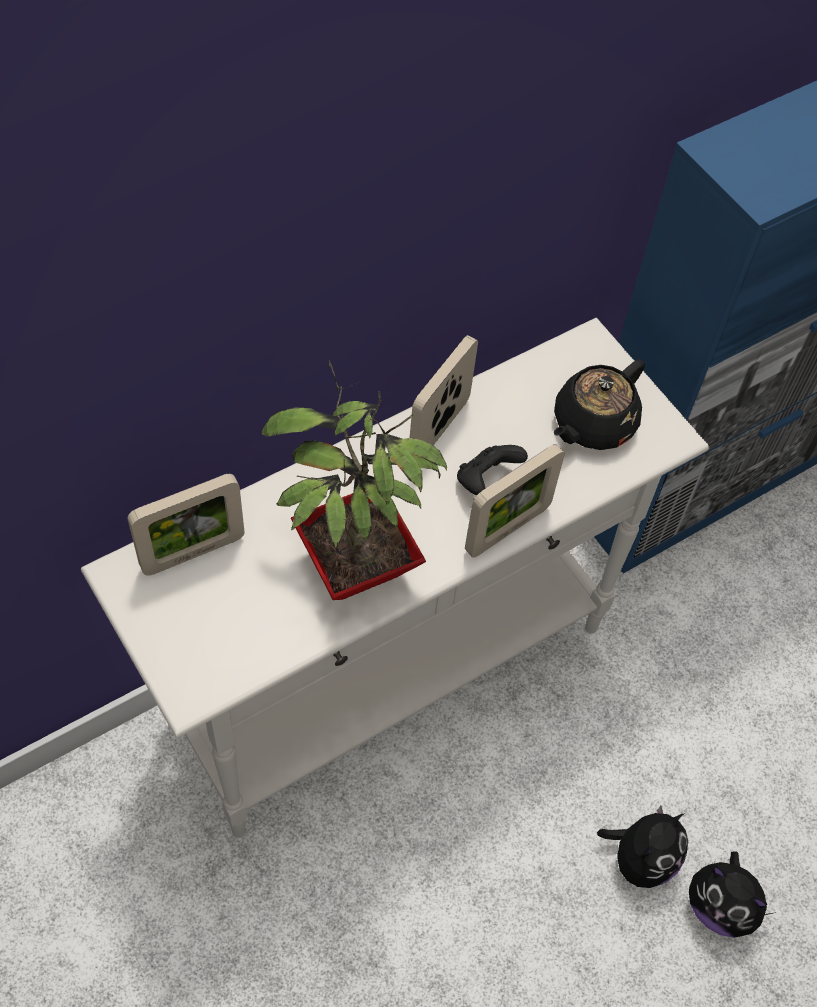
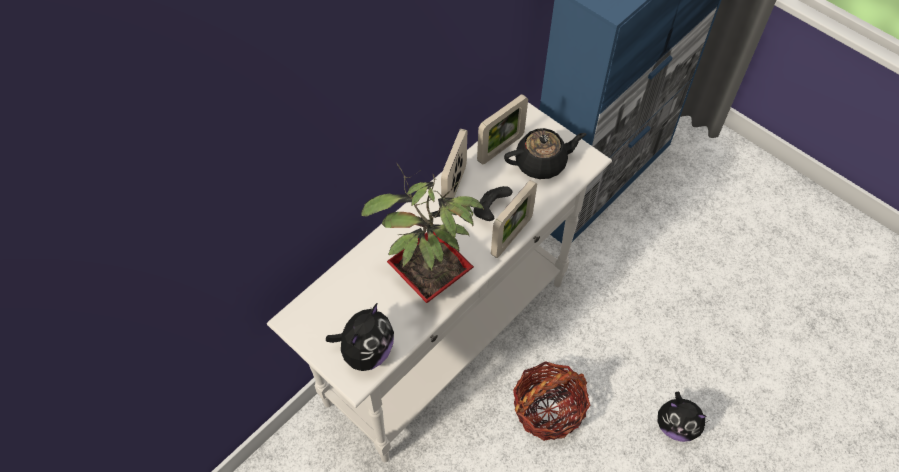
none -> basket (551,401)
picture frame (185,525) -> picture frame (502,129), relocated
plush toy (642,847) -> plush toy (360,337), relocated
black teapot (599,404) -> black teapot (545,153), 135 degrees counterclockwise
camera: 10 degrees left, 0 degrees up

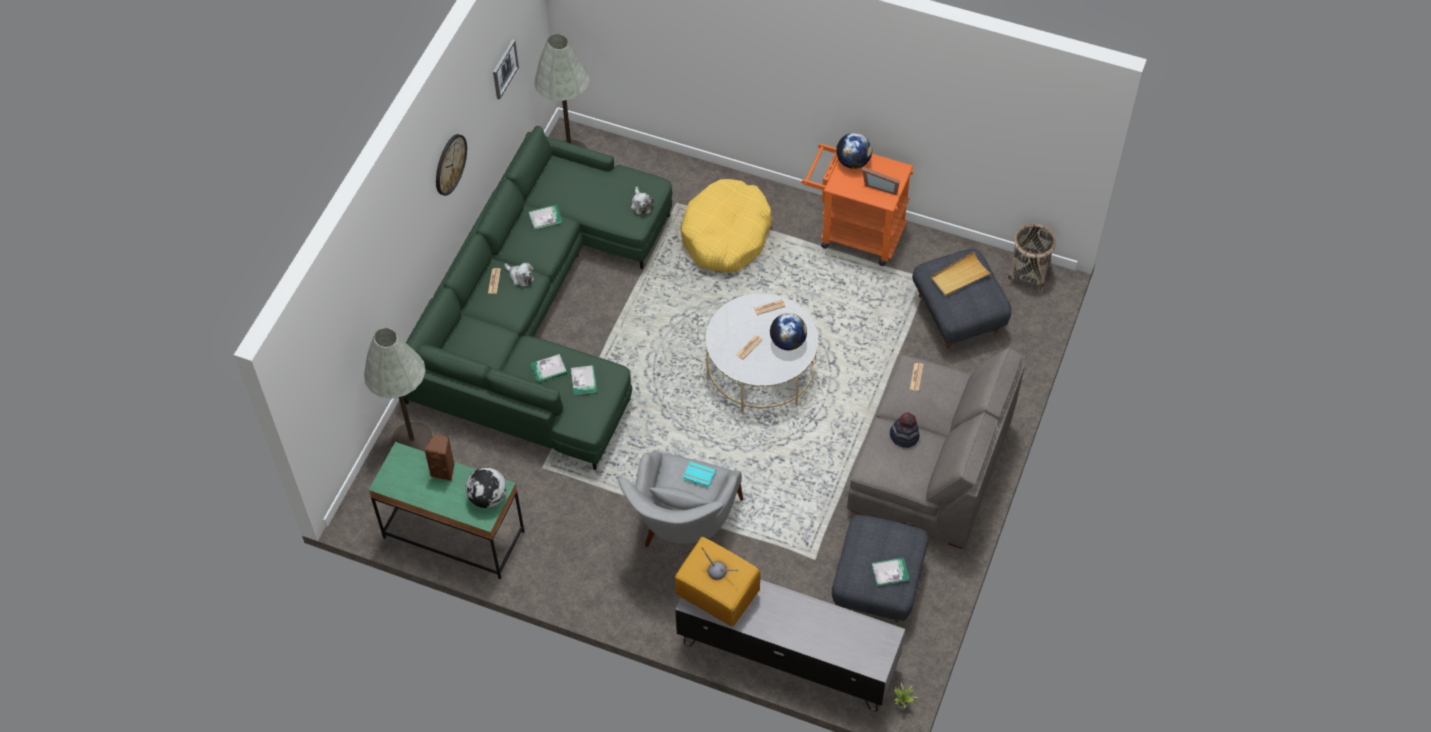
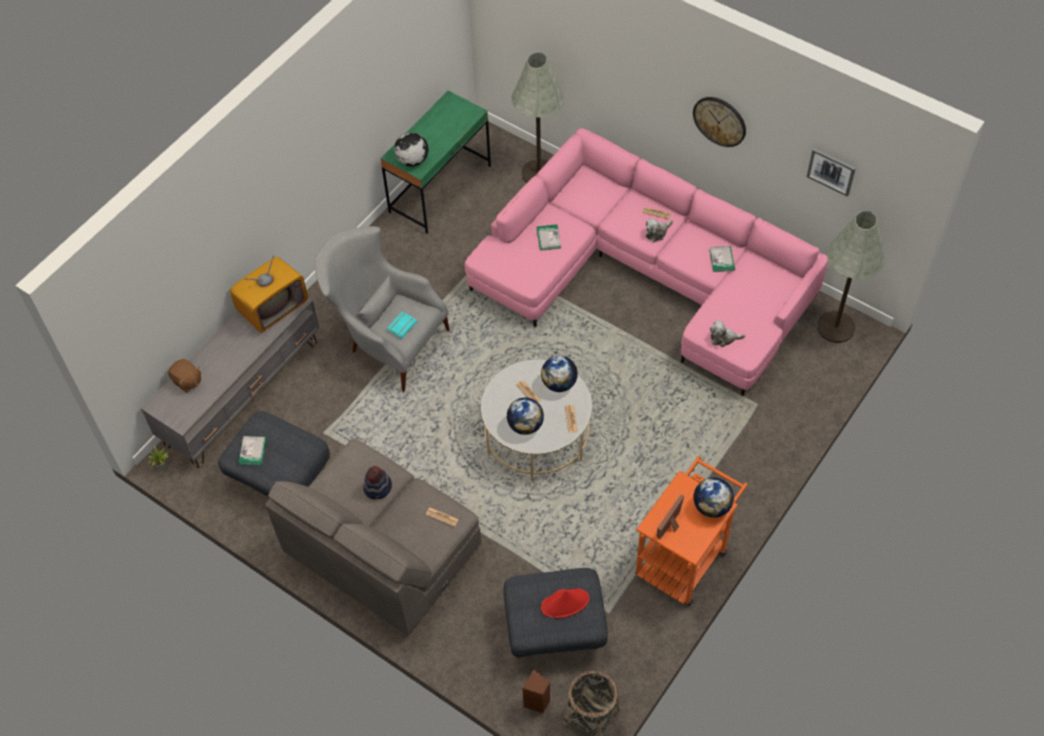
book (584,380) -> none
yellow dog bed (726,225) -> none
none -> brown plush toy (185,375)
none -> globe (559,374)
brown speaker (439,457) -> brown speaker (536,691), relocated
beige tray (961,274) -> red hat (565,603)
green sofa (537,298) -> pink sofa (646,262)
camera: 105 degrees right, 0 degrees up

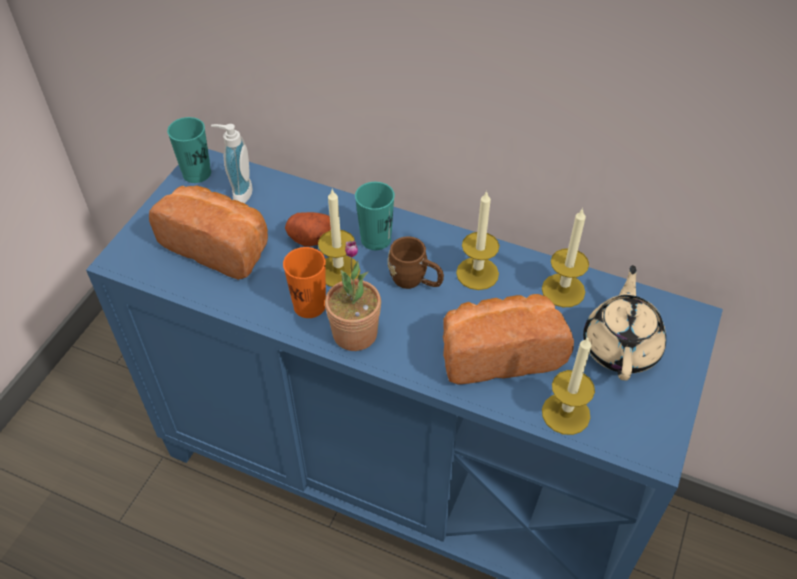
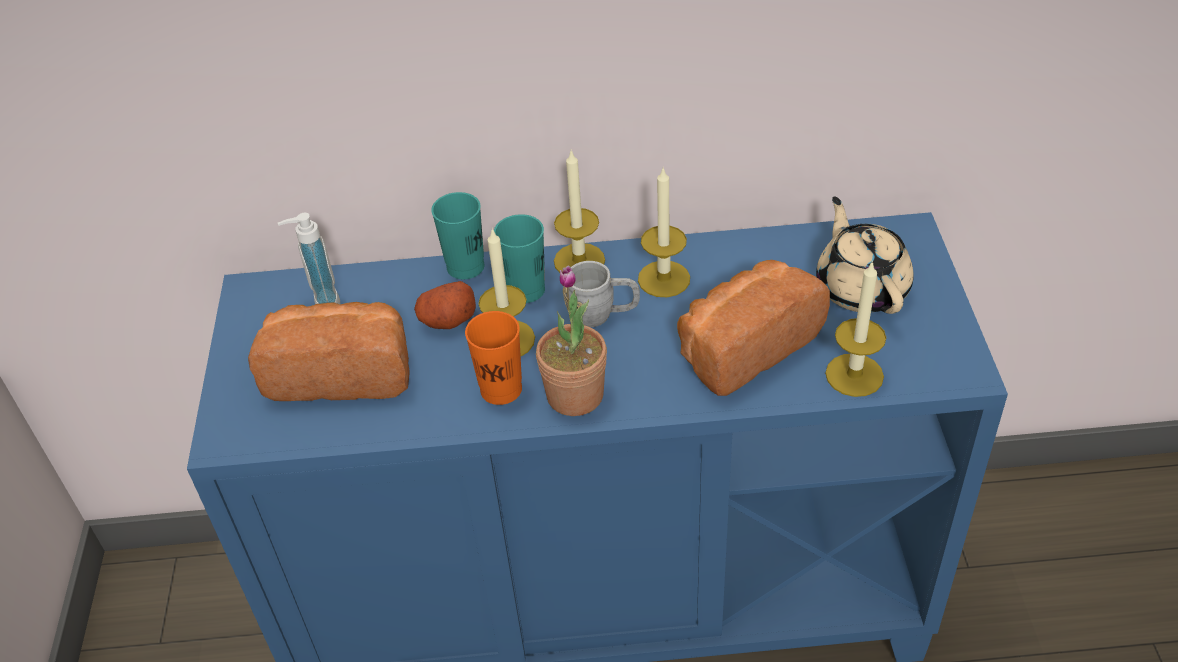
turquoise cup (189,150) -> turquoise cup (458,235), relocated
candle (565,257) -> candle (579,211), relocated
brown mug (416,262) -> grey mug (601,294)
camera: 25 degrees left, 5 degrees down

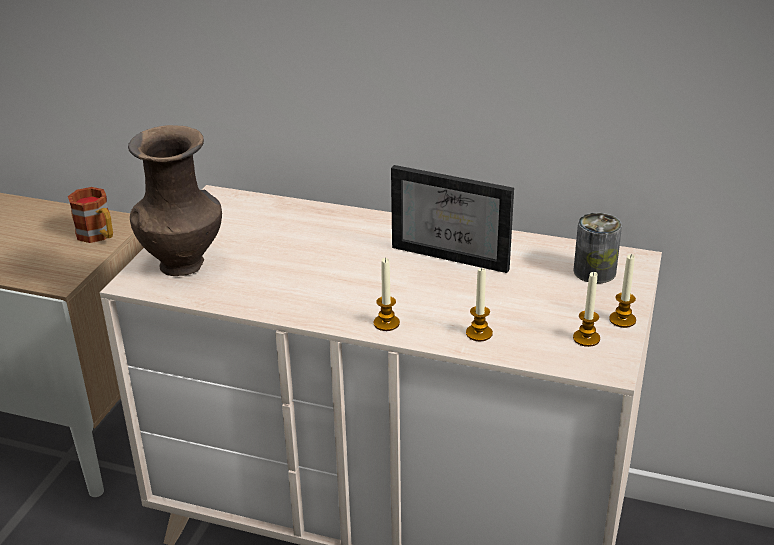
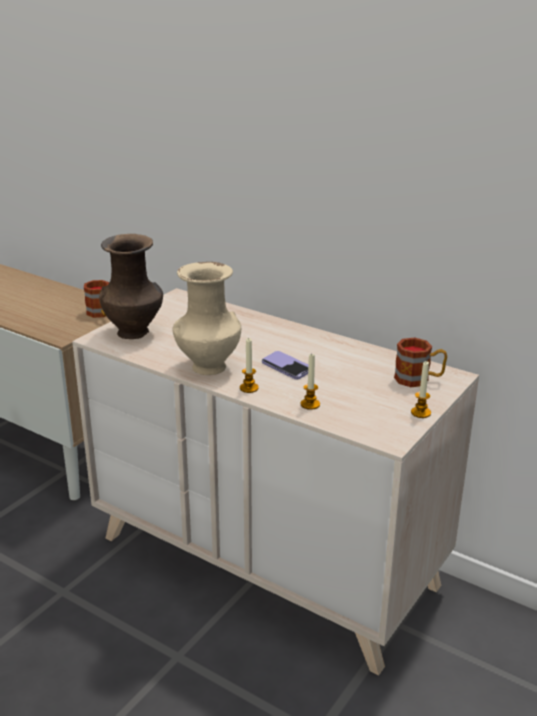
picture frame (452,219) -> none
candle (586,309) -> none
none -> beige vase (207,318)
none -> phone (285,365)
can (597,248) -> mug (420,362)
camera: 15 degrees right, 5 degrees down

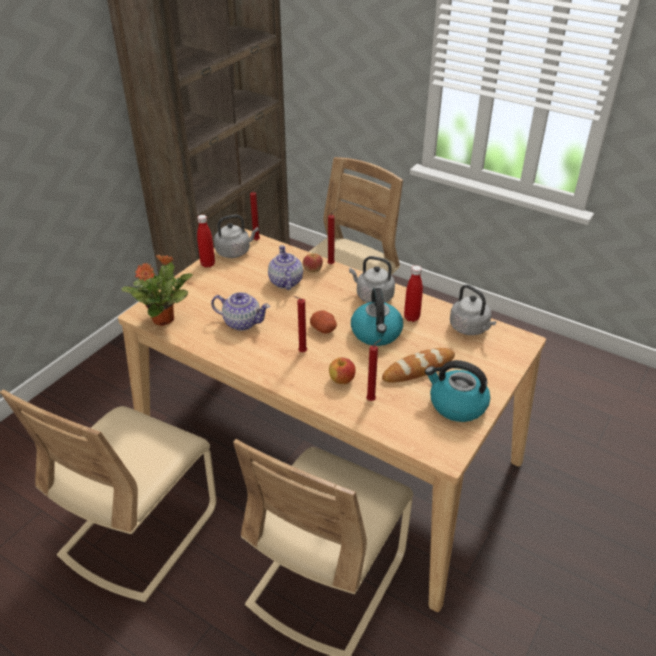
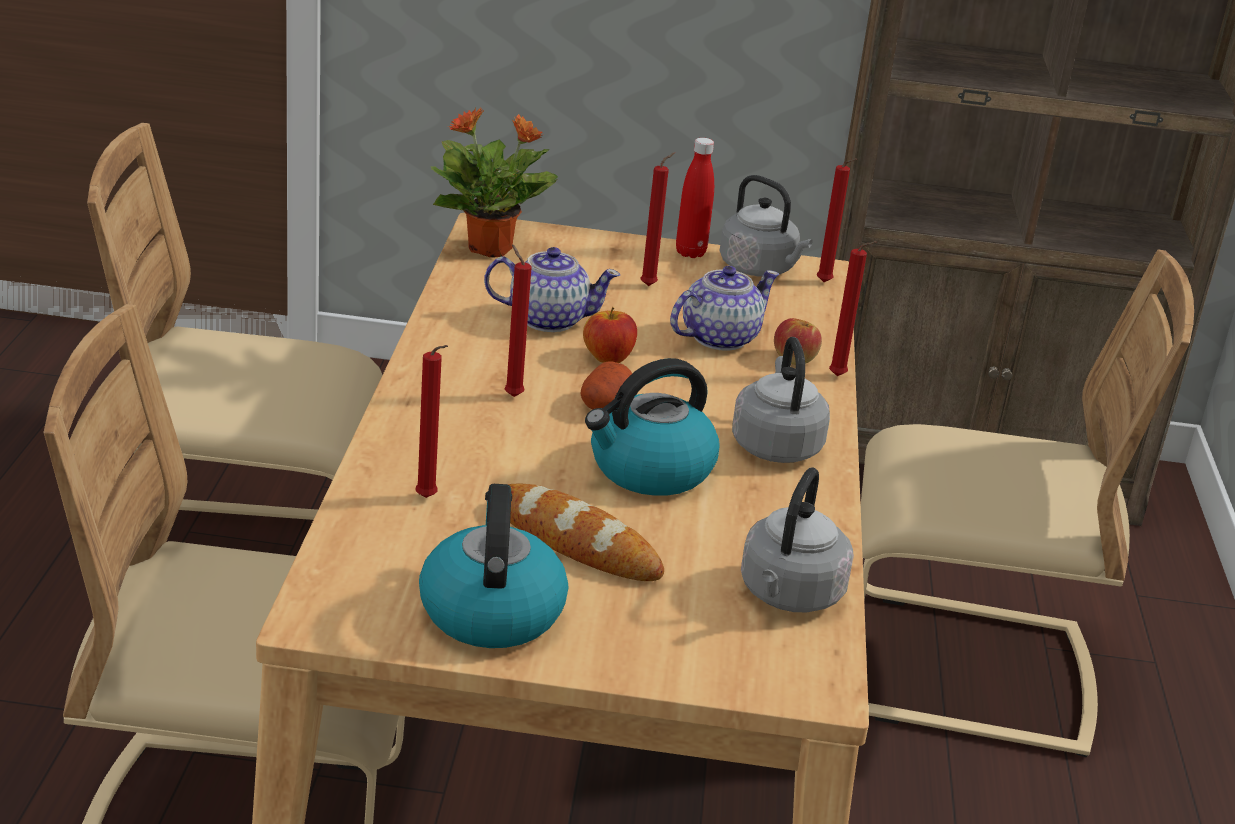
red bottle (413,293) -> none
none -> red candle (657,219)
apple (342,370) -> apple (610,335), relocated
teapot (240,311) -> teapot (552,289), 75 degrees counterclockwise
camera: 60 degrees right, 10 degrees down

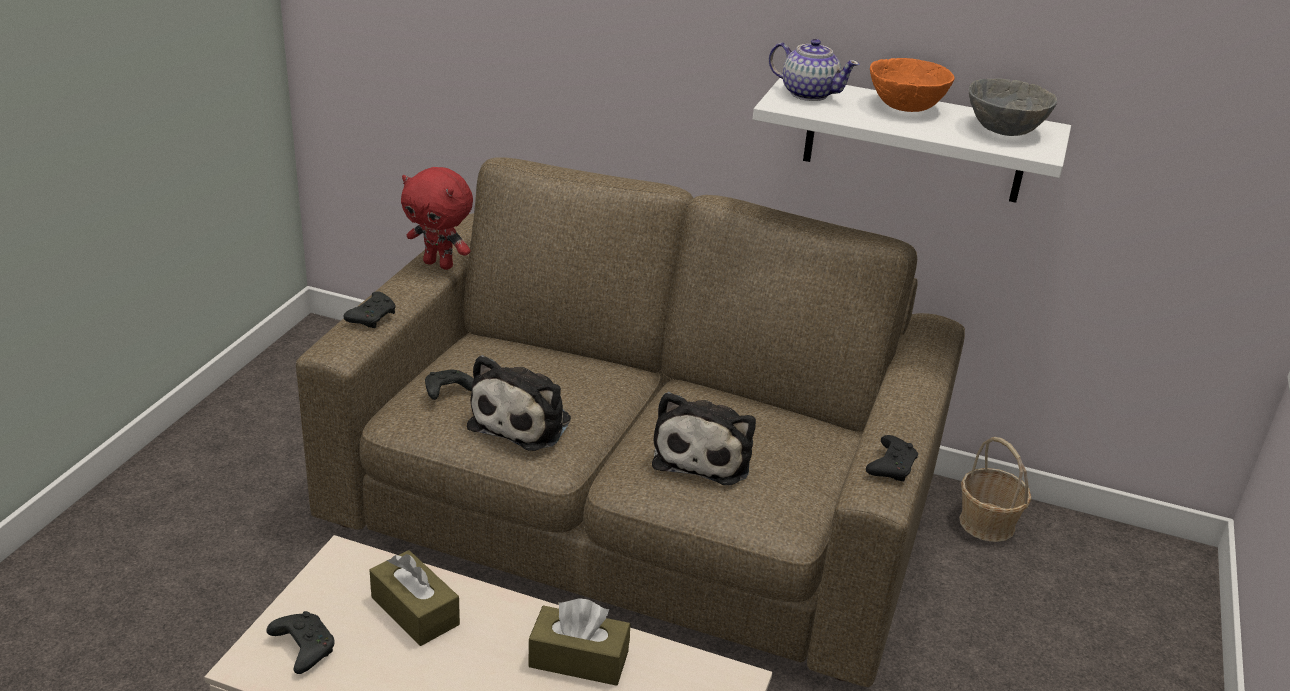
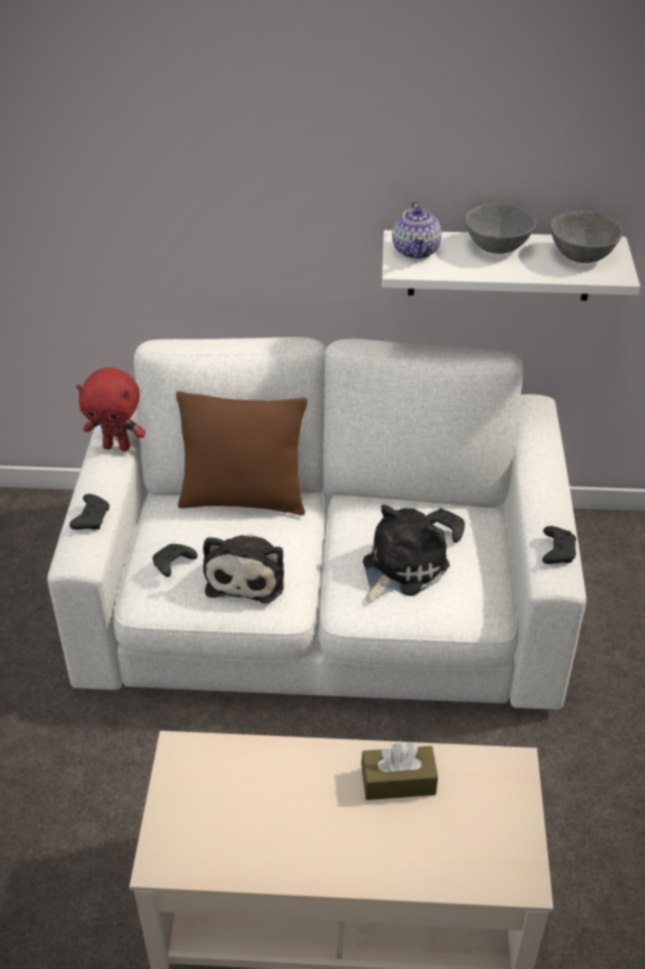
brown tissue box (415,598) -> none
basket (995,489) -> none
none -> brown pillow (241,453)
black game controller (300,642) -> black game controller (445,525), relocated
brown sofa (630,422) -> white sofa (316,523)
orange bowl (912,85) -> grey bowl (500,228)
plush toy (704,438) -> plush toy (406,554), 135 degrees counterclockwise
teapot (814,70) -> teapot (417,230), 75 degrees clockwise
camera: 15 degrees left, 10 degrees up

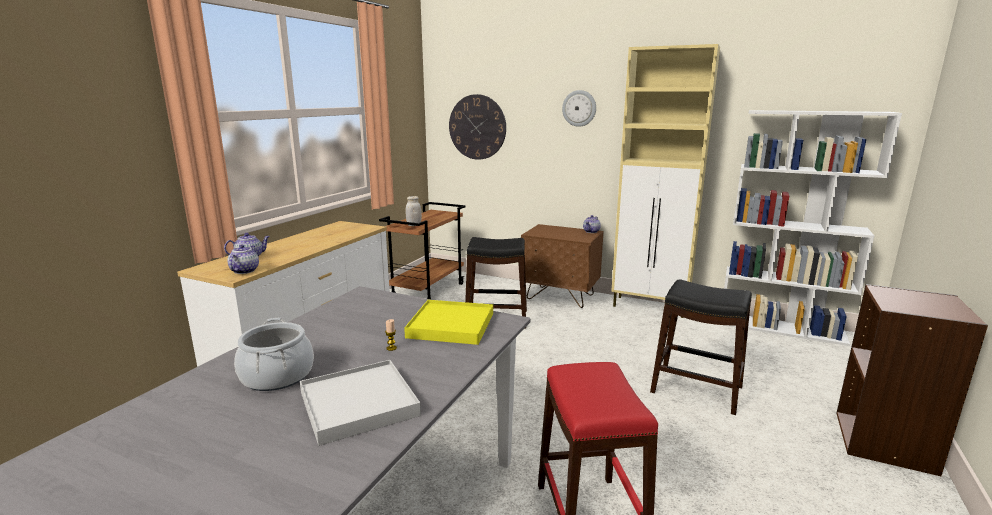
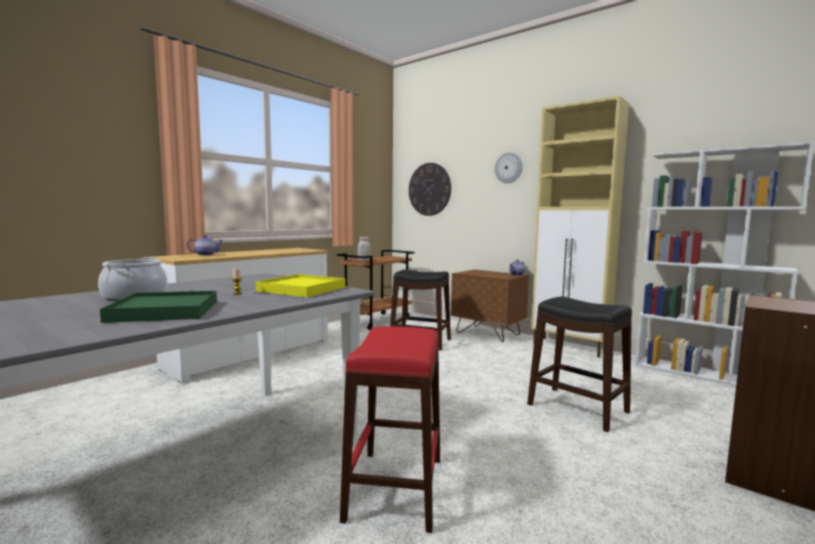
teapot (243,259) -> none
white tray (360,403) -> green tray (158,307)
camera: 15 degrees right, 10 degrees down

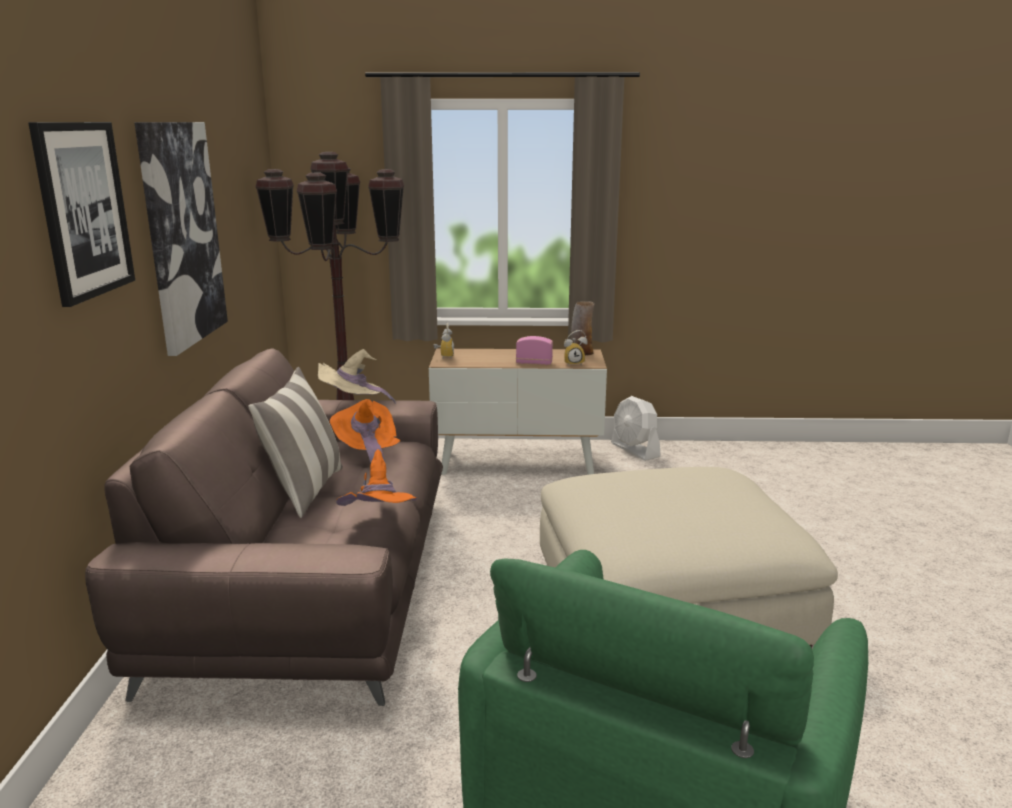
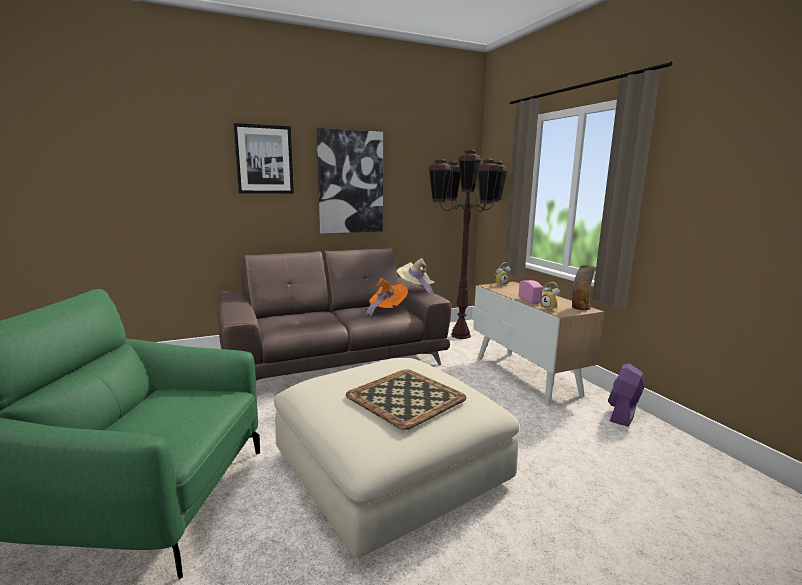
pillow (295,442) -> none
orange hat (376,477) -> none
none -> tray (406,399)
white fan (636,428) -> purple fan (627,395)
camera: 65 degrees right, 5 degrees down

